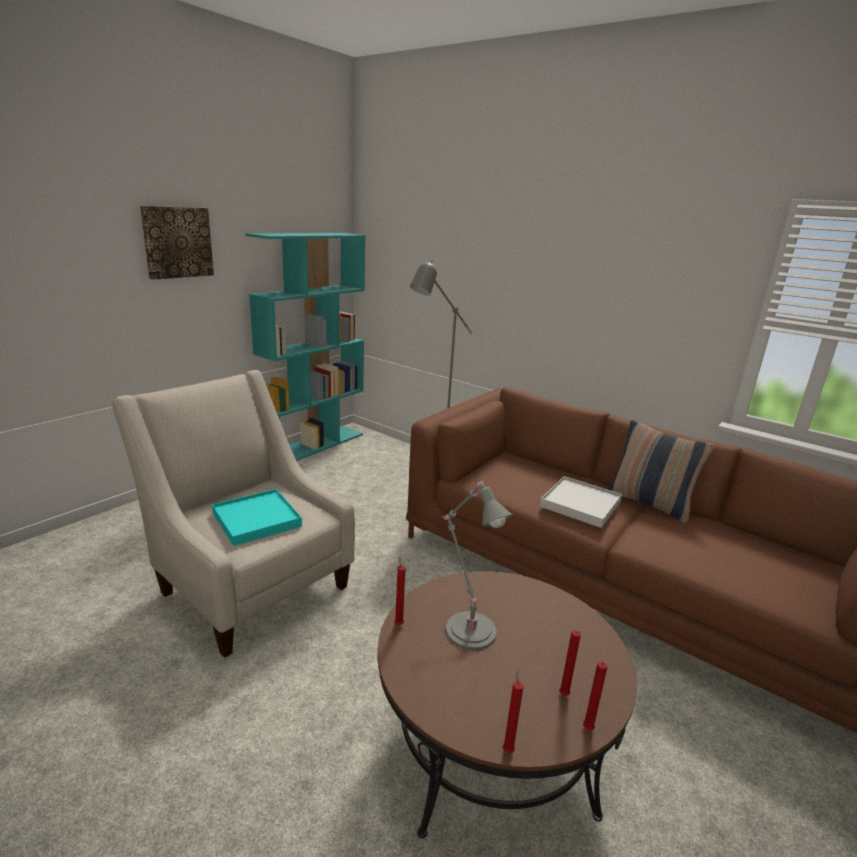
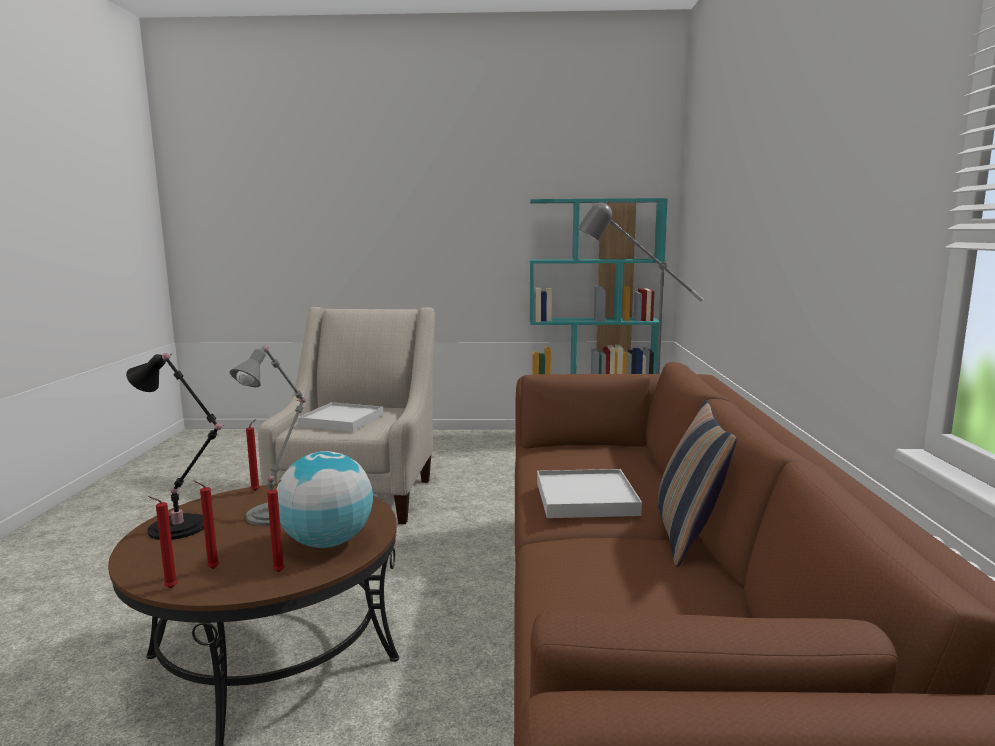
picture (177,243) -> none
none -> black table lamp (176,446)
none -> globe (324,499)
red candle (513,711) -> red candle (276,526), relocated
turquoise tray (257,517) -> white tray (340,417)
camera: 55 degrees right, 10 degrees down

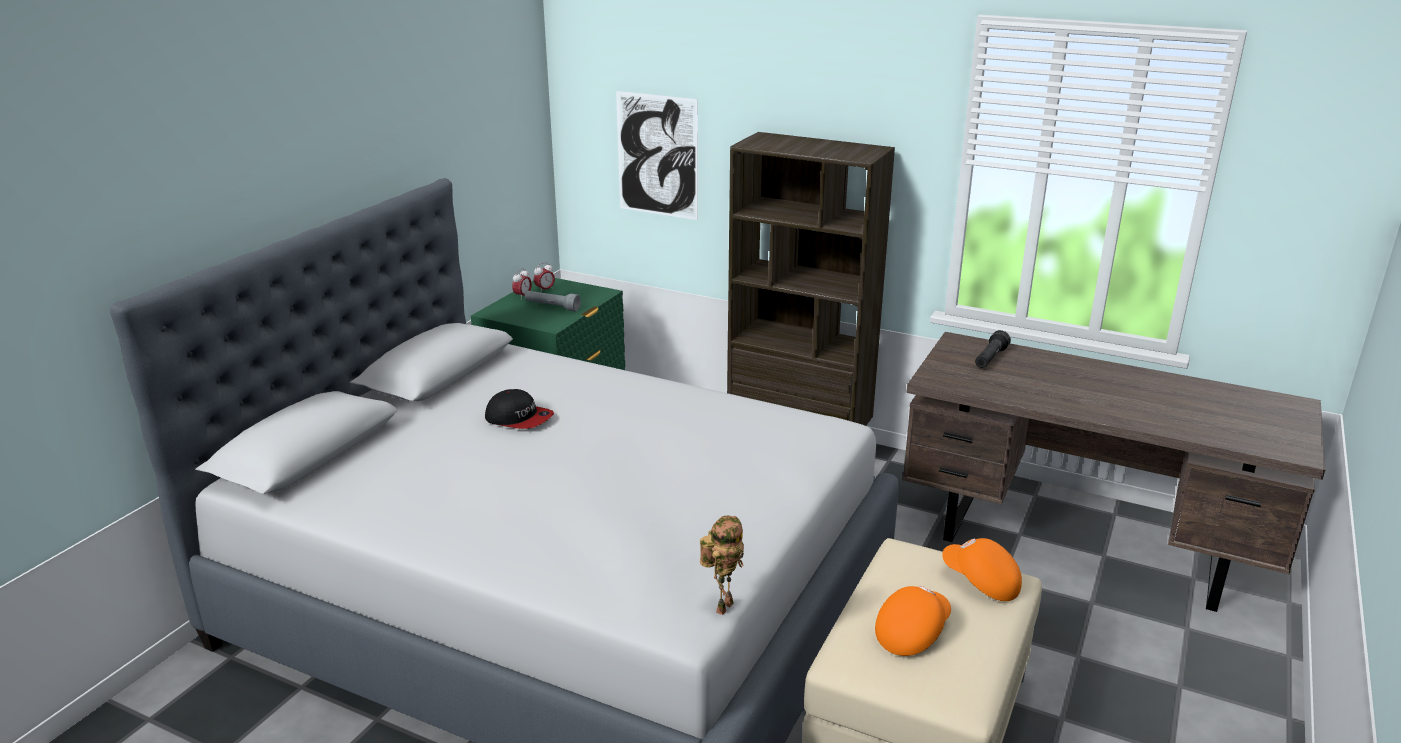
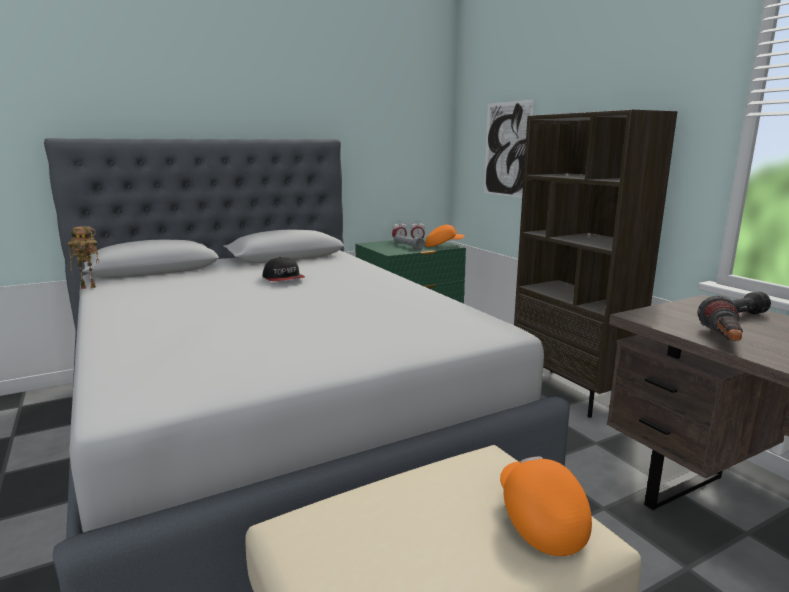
none -> flashlight (720,318)
toy robot (722,565) -> toy robot (83,257), relocated
orange cap (913,621) -> orange cap (444,235), relocated
camera: 35 degrees right, 10 degrees down

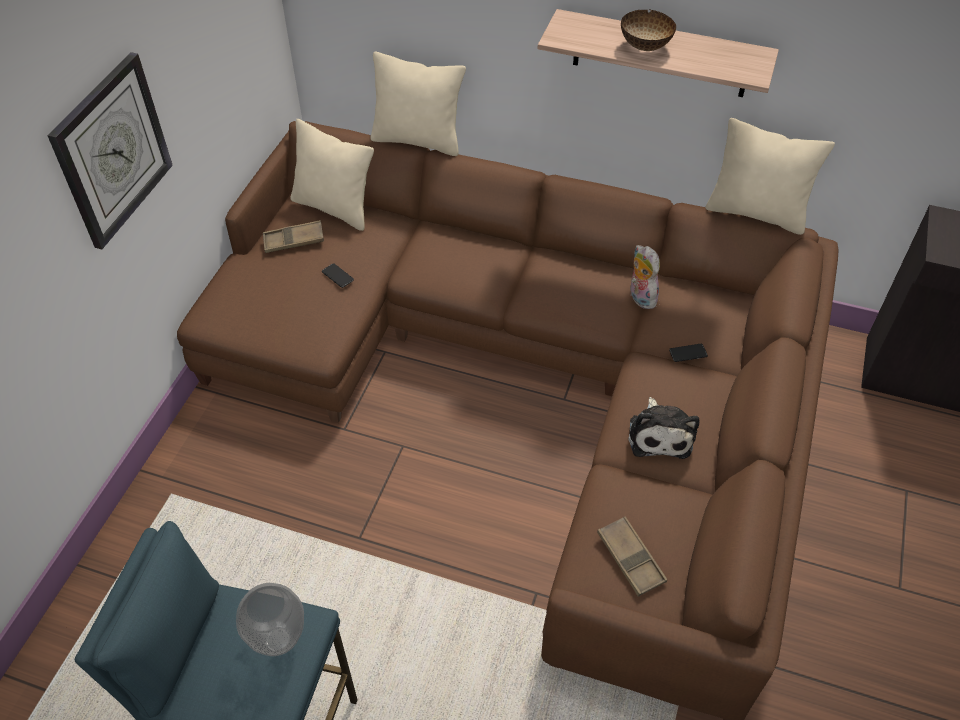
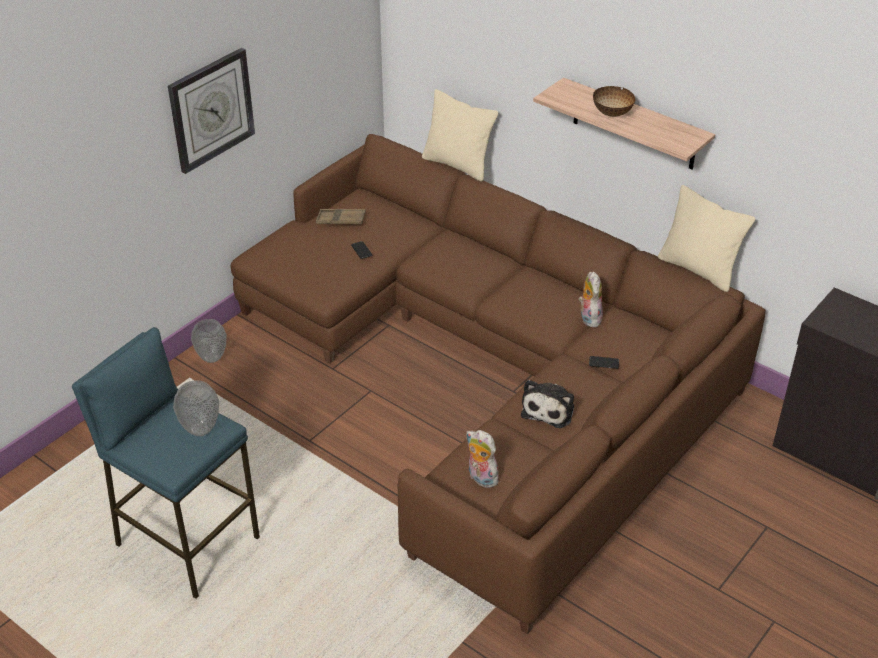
beige pillow (332,175) -> none
none -> vase (209,341)
brown tray (632,556) -> plush toy (483,459)
camera: 20 degrees right, 10 degrees down

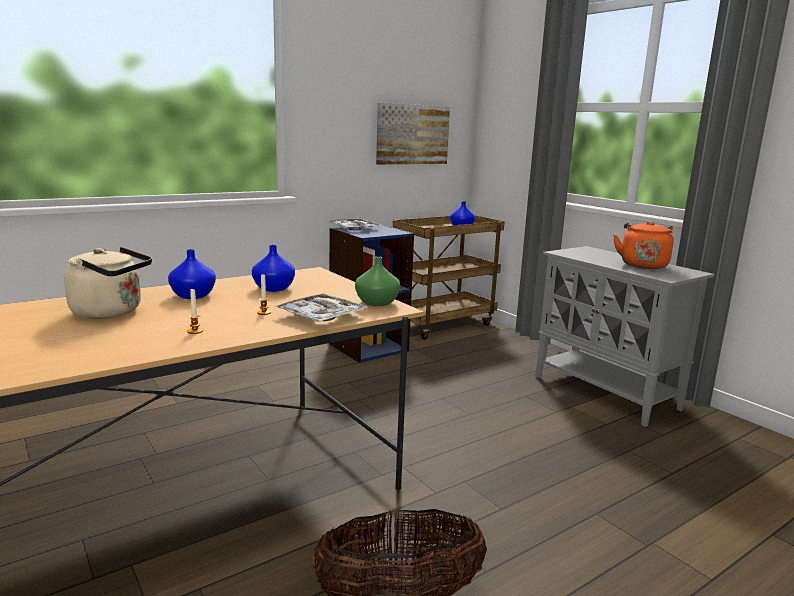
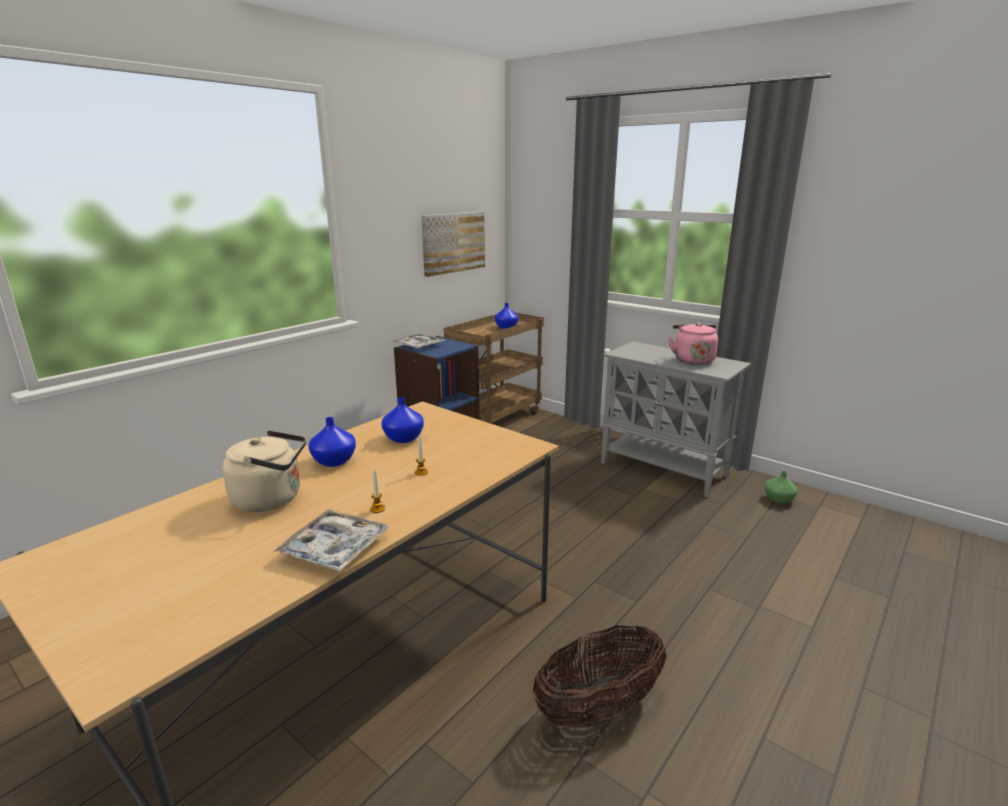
tray (321,307) -> tray (330,540), relocated
green vase (377,281) -> green vase (781,487), relocated
orange kettle (643,245) -> pink kettle (693,344)
camera: 15 degrees left, 5 degrees up

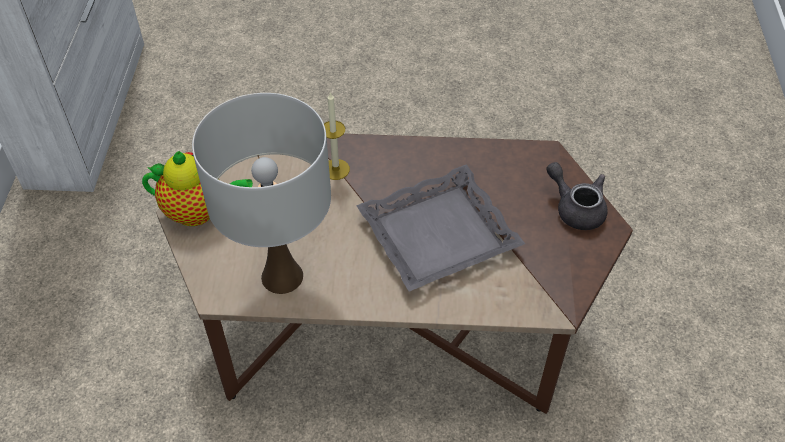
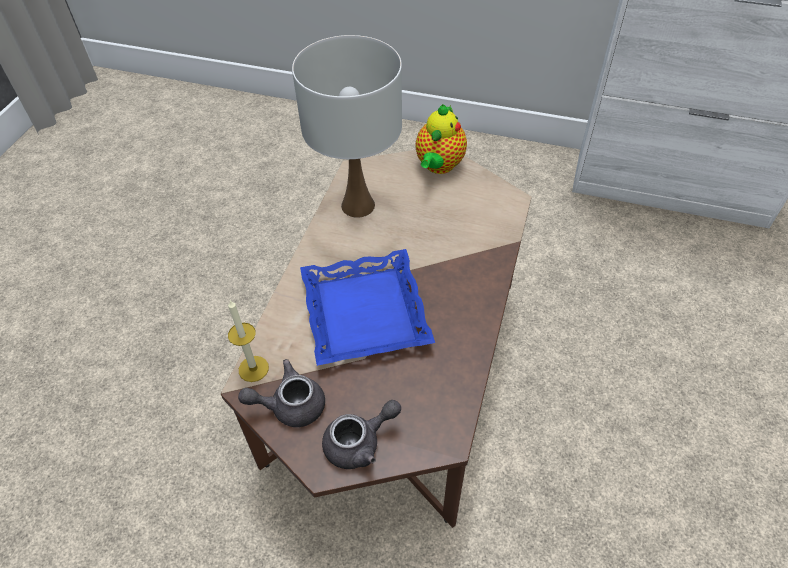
none -> grey teapot (281,393)
candle (337,136) -> candle (248,341), relocated
grey tray (440,228) -> blue tray (367,307)
camera: 105 degrees right, 0 degrees up

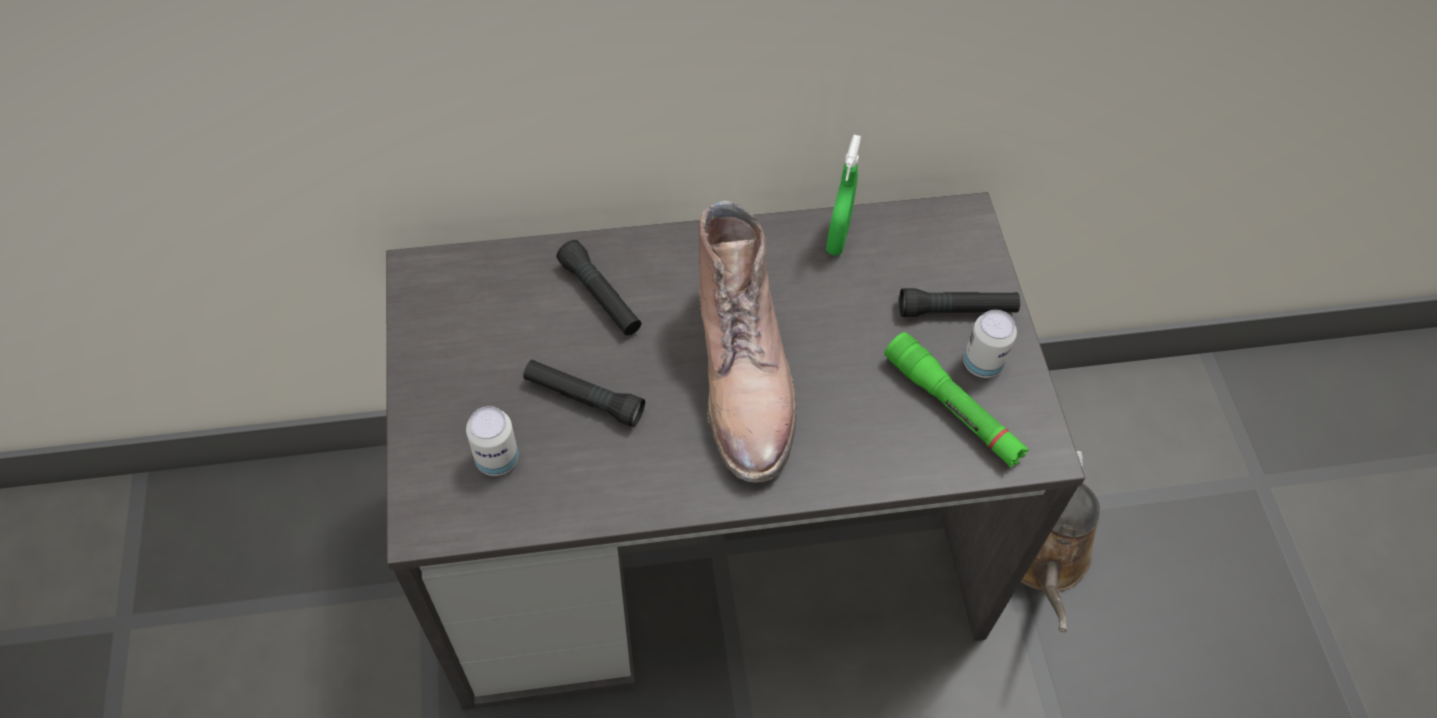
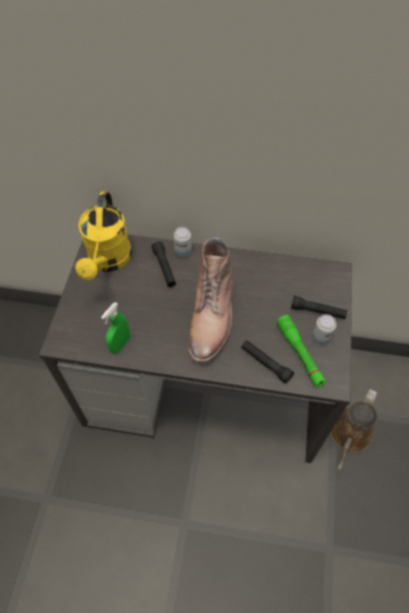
none -> yellow watering can (103,235)
can (492,441) -> can (182,242), relocated
black flashlight (584,393) -> black flashlight (267,362), relocated
green spray bottle (843,195) -> green spray bottle (115,328), relocated
camera: 20 degrees right, 0 degrees up

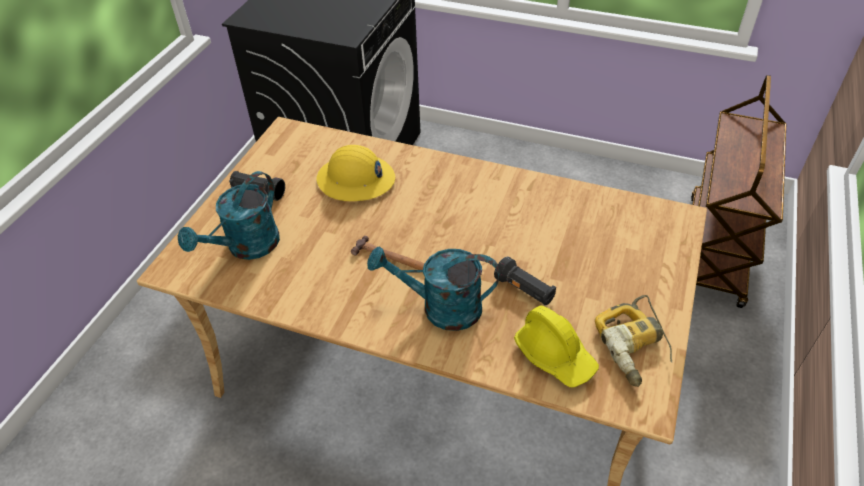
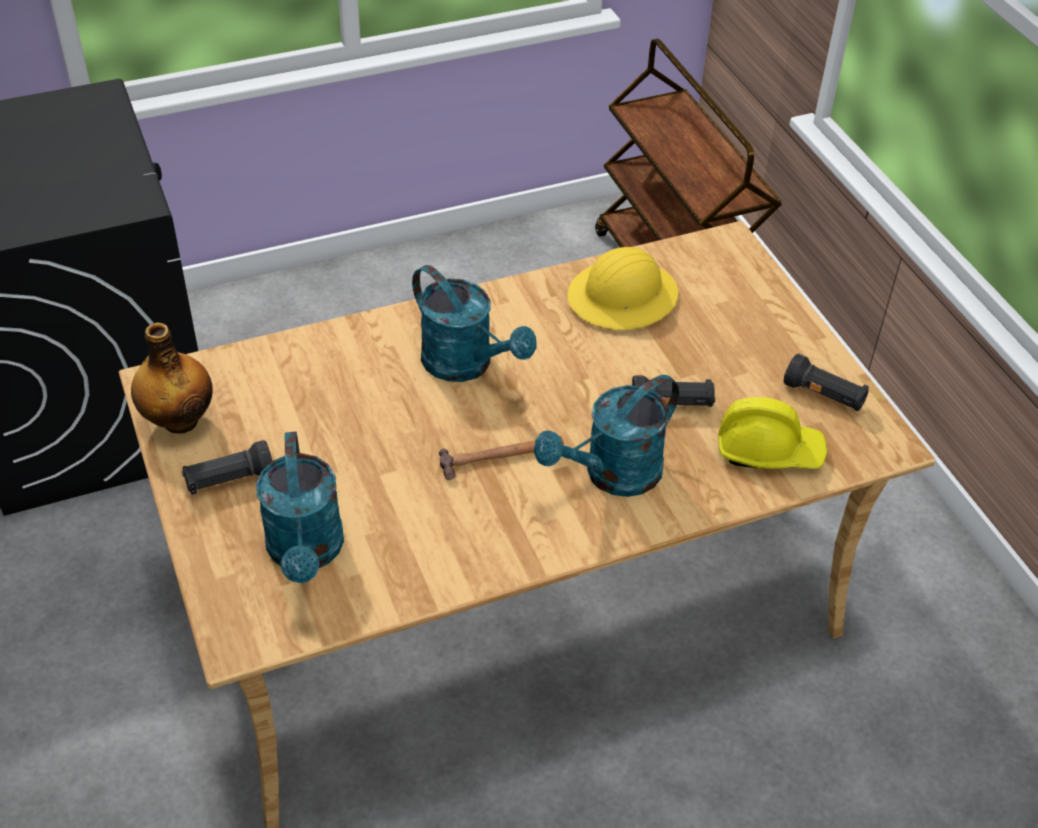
none -> bottle (171,378)
none -> turquoise watering can (474,323)
yellow hard hat (355,173) -> yellow hard hat (622,288), relocated
power drill (633,341) -> black flashlight (826,382)
camera: 45 degrees left, 0 degrees up

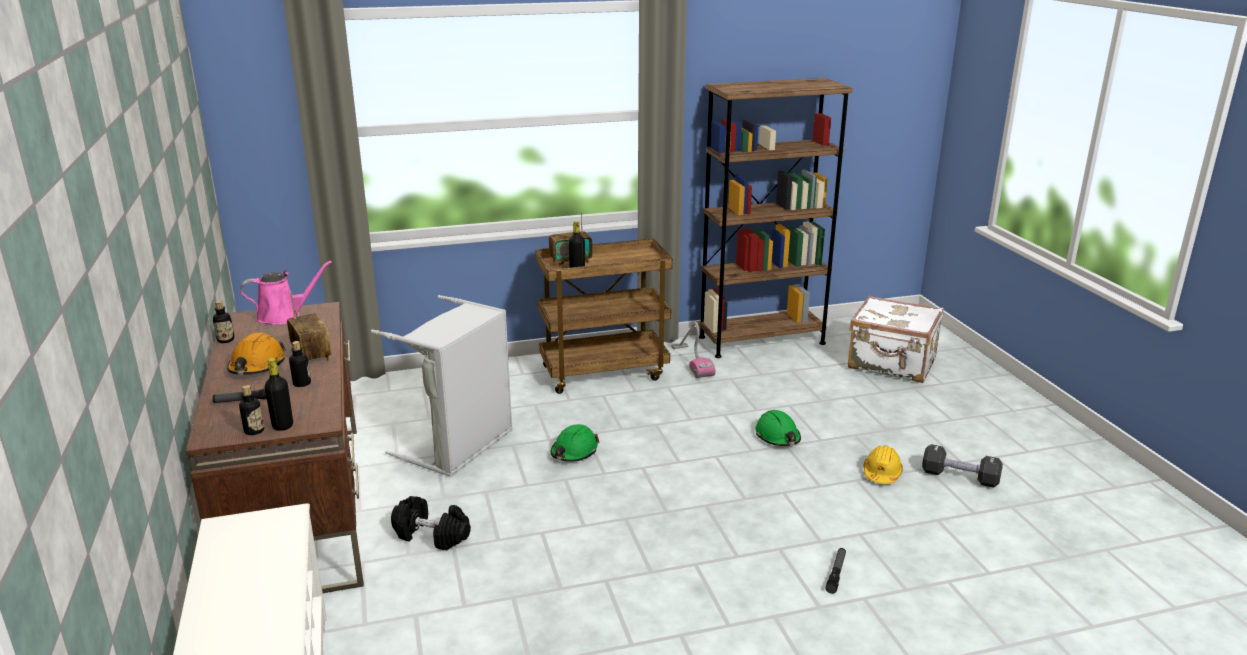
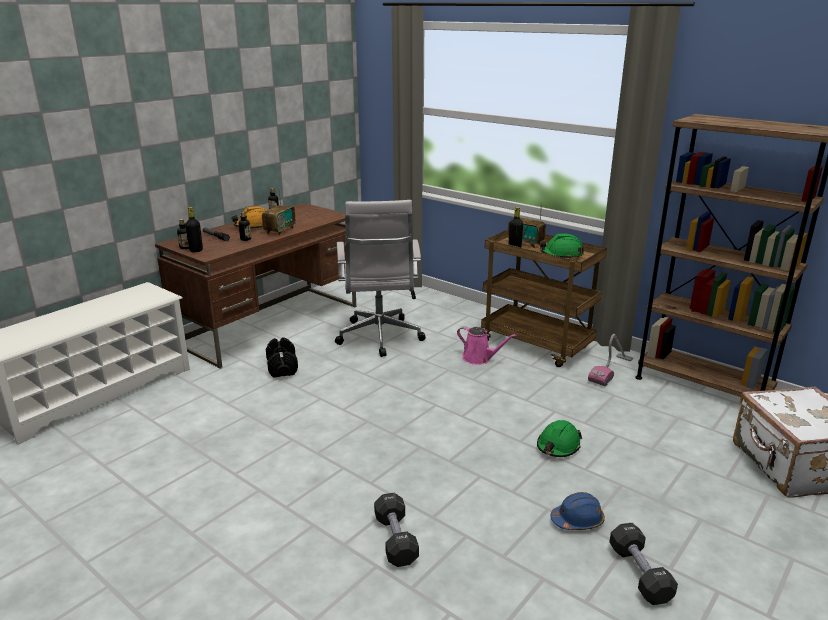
pink watering can (286,292) -> pink watering can (486,345), relocated
green hard hat (574,443) -> green hard hat (561,246), relocated
grey laundry basket (442,386) -> white office chair (380,278)
flashlight (835,571) -> black dumbbell (396,530)
yellow hard hat (883,465) -> blue hard hat (578,511)
camera: 55 degrees right, 0 degrees up

